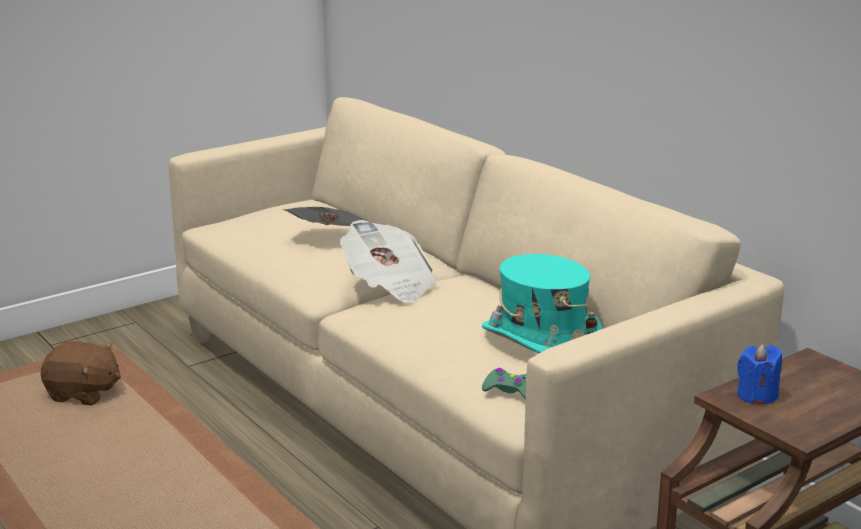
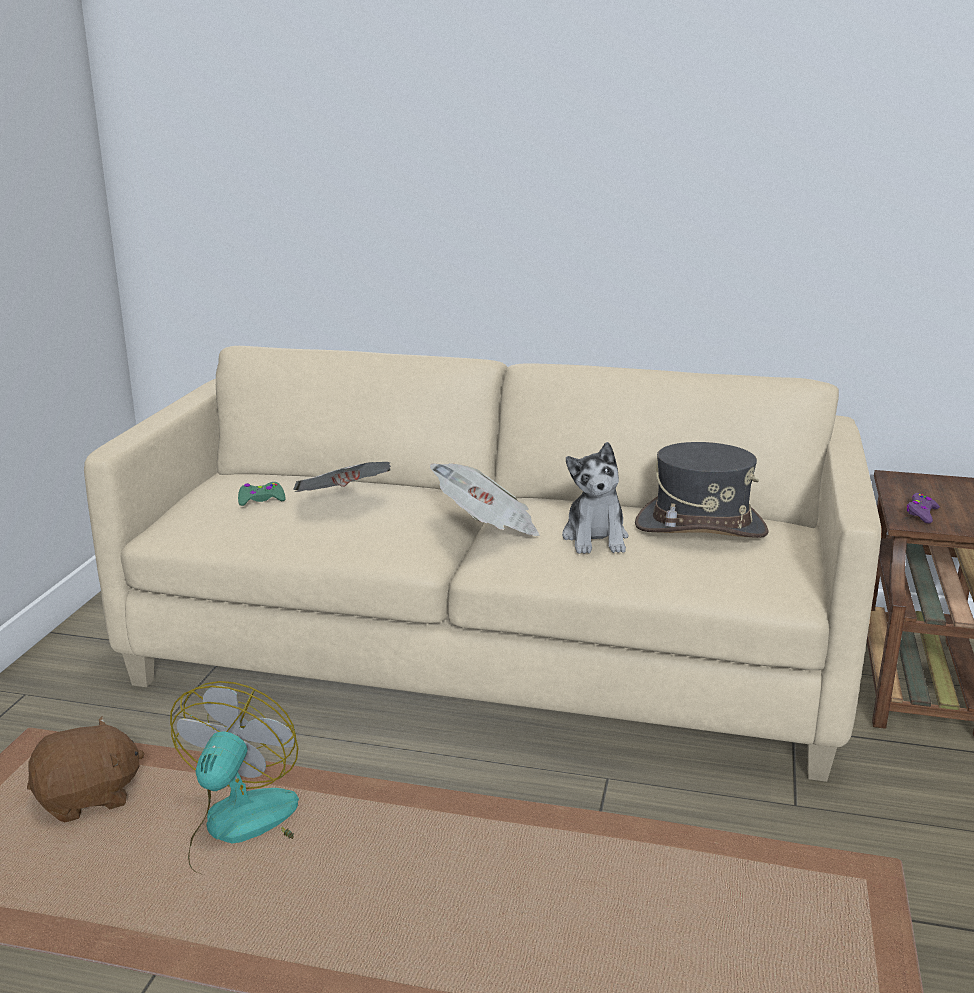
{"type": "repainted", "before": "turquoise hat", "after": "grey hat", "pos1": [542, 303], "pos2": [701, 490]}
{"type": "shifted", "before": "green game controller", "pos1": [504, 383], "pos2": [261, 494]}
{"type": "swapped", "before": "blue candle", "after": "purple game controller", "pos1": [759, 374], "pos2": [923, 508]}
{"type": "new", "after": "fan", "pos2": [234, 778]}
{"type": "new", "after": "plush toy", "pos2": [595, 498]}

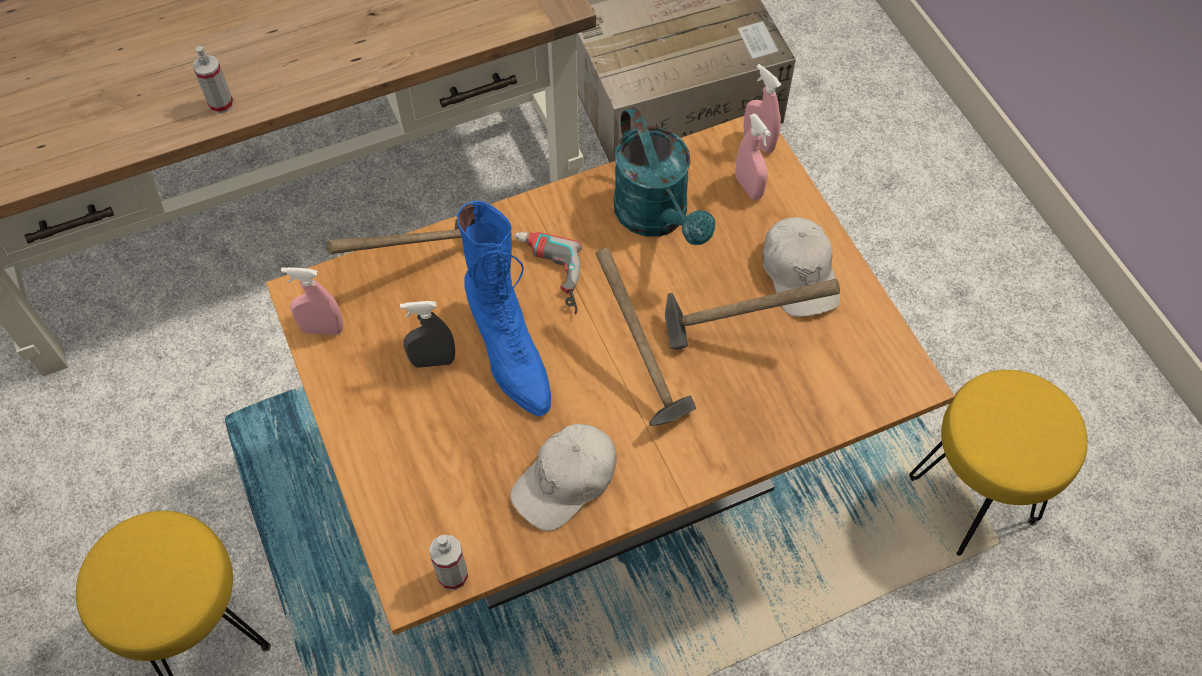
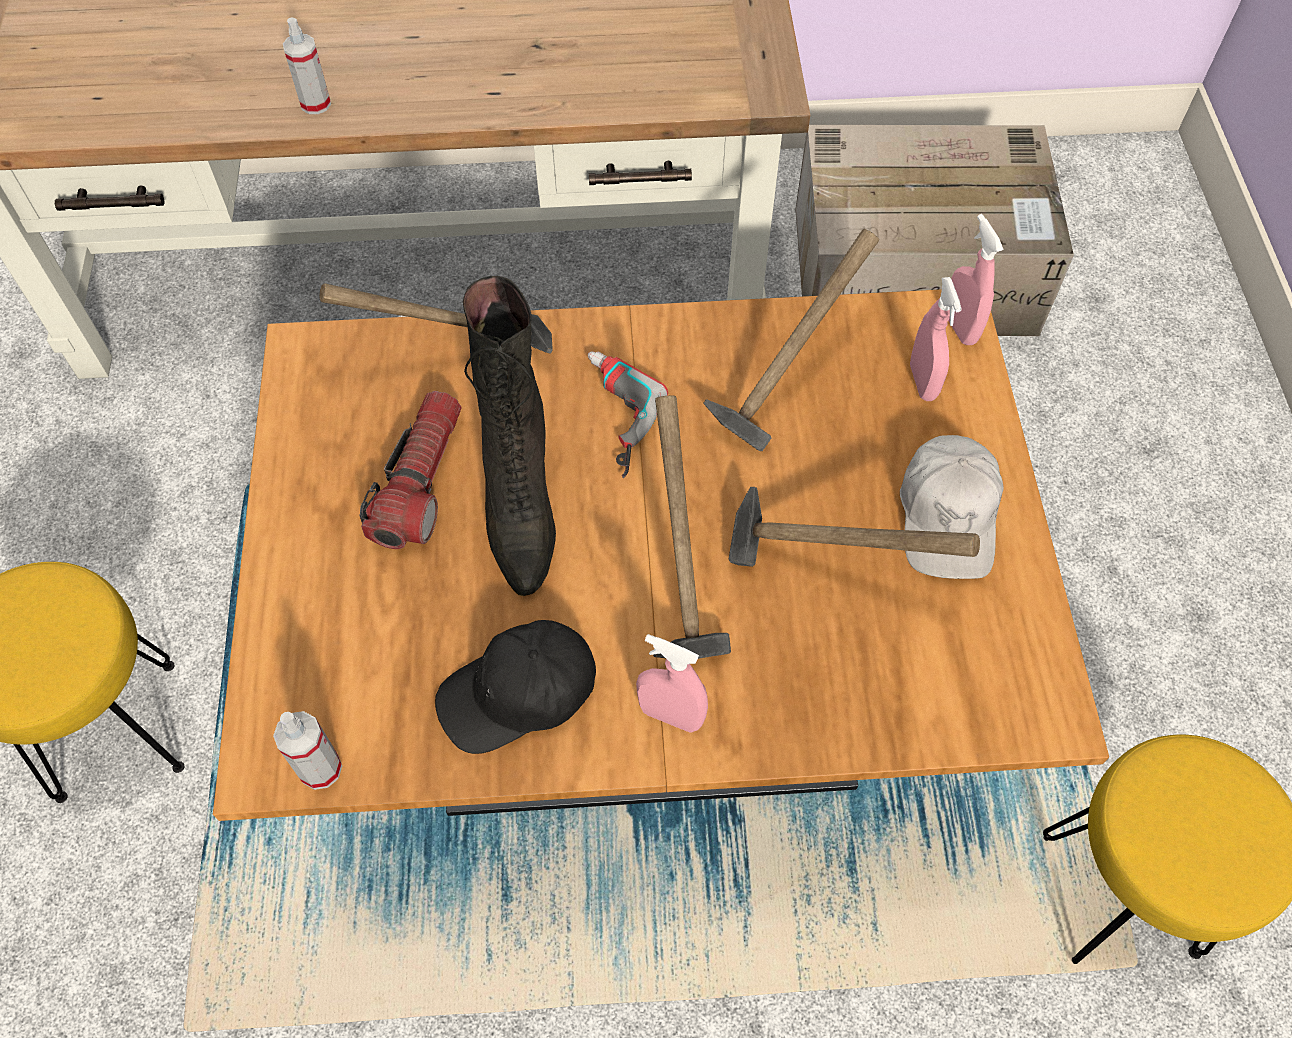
{"type": "shifted", "before": "pink spray bottle", "pos1": [312, 301], "pos2": [672, 683]}
{"type": "swapped", "before": "grey spray bottle", "after": "flashlight", "pos1": [427, 334], "pos2": [410, 470]}
{"type": "repainted", "before": "blue boot", "after": "black boot", "pos1": [504, 308], "pos2": [509, 436]}
{"type": "repainted", "before": "white cap", "after": "black cap", "pos1": [563, 477], "pos2": [515, 687]}
{"type": "swapped", "before": "turquoise watering can", "after": "hammer", "pos1": [664, 176], "pos2": [791, 340]}

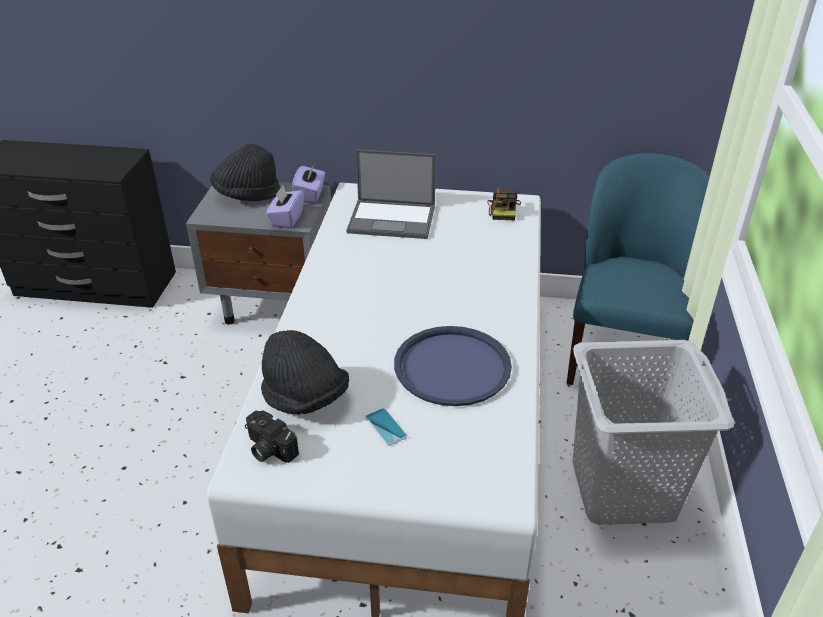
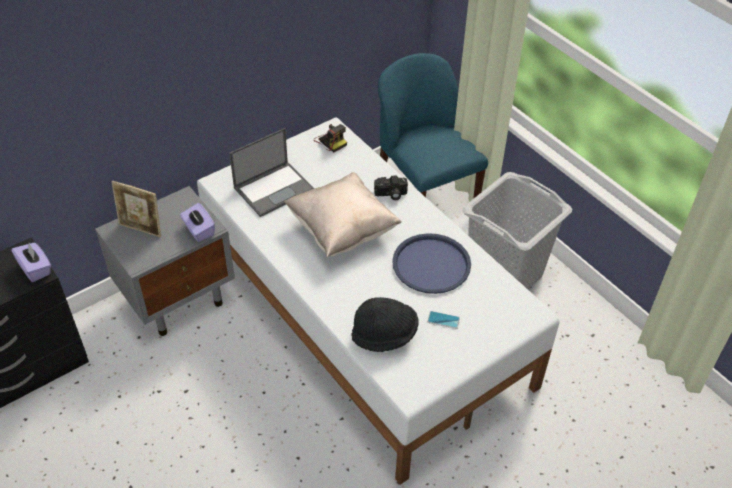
{"type": "swapped", "before": "black hat", "after": "picture frame", "pos1": [245, 172], "pos2": [136, 208]}
{"type": "shifted", "before": "photo camera", "pos1": [272, 436], "pos2": [391, 187]}
{"type": "shifted", "before": "purple tissue box", "pos1": [308, 183], "pos2": [31, 262]}
{"type": "new", "after": "beige pillow", "pos2": [343, 214]}

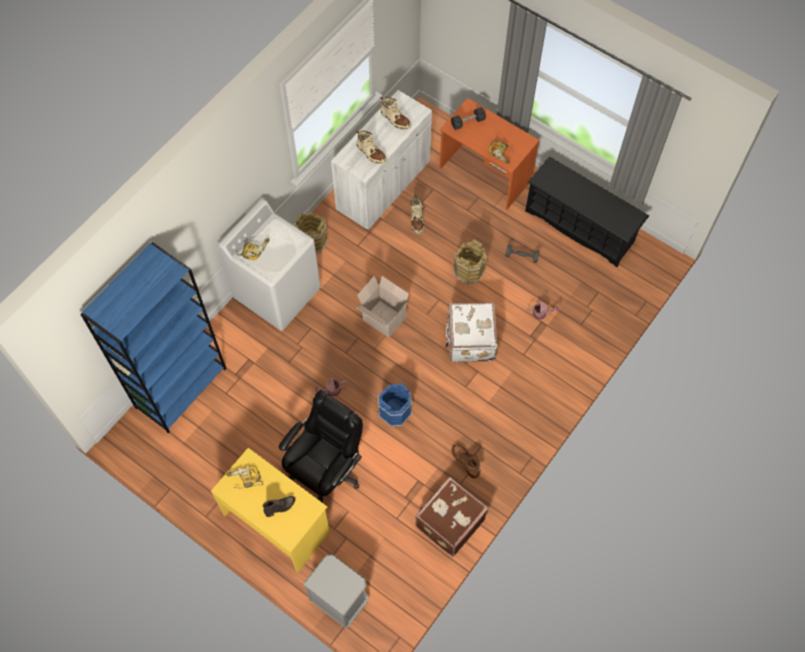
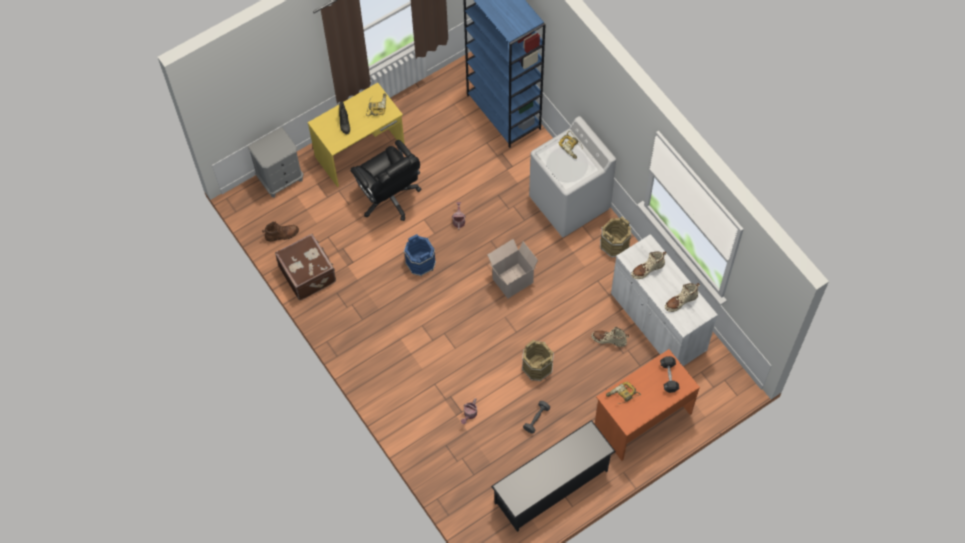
{"type": "gone", "before": "white suitcase", "pos1": [471, 332]}
{"type": "shifted", "before": "brown boot", "pos1": [466, 461], "pos2": [280, 231]}

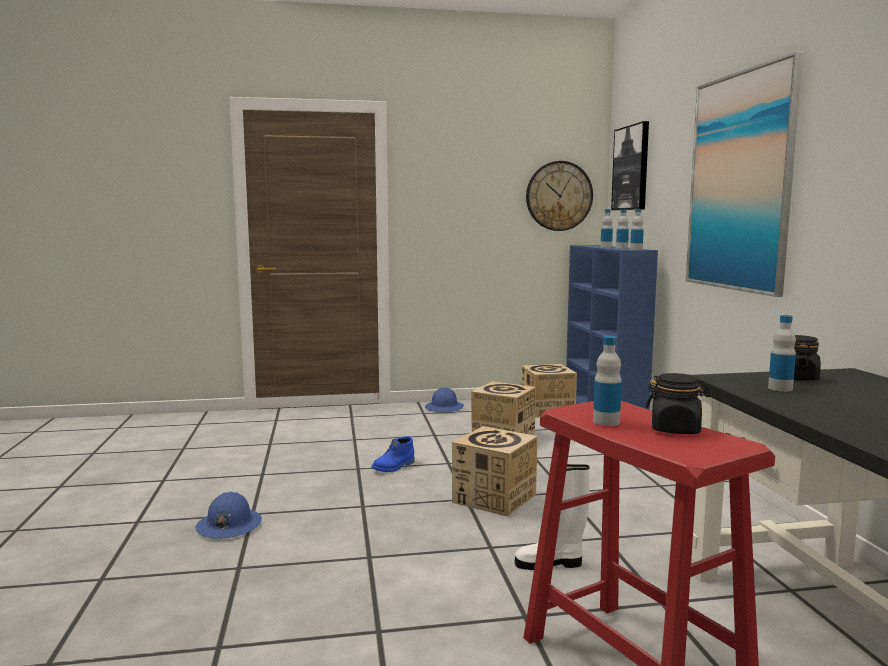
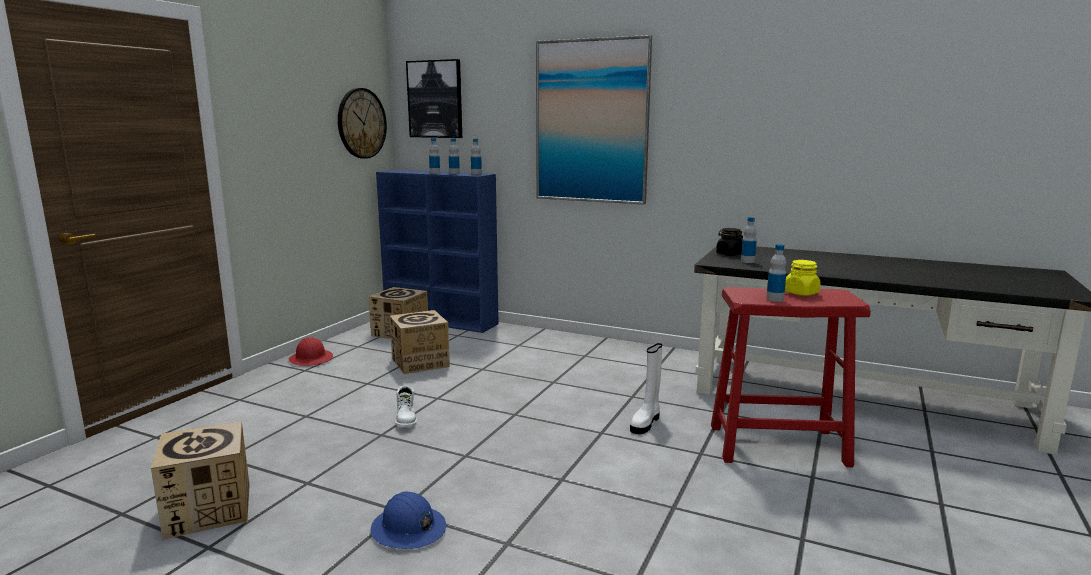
{"type": "repainted", "before": "blue boot", "after": "white boot", "pos1": [393, 454], "pos2": [406, 406]}
{"type": "repainted", "before": "blue hard hat", "after": "red hard hat", "pos1": [444, 399], "pos2": [311, 351]}
{"type": "shifted", "before": "cardboard box", "pos1": [495, 471], "pos2": [200, 480]}
{"type": "repainted", "before": "black jar", "after": "yellow jar", "pos1": [678, 403], "pos2": [802, 278]}

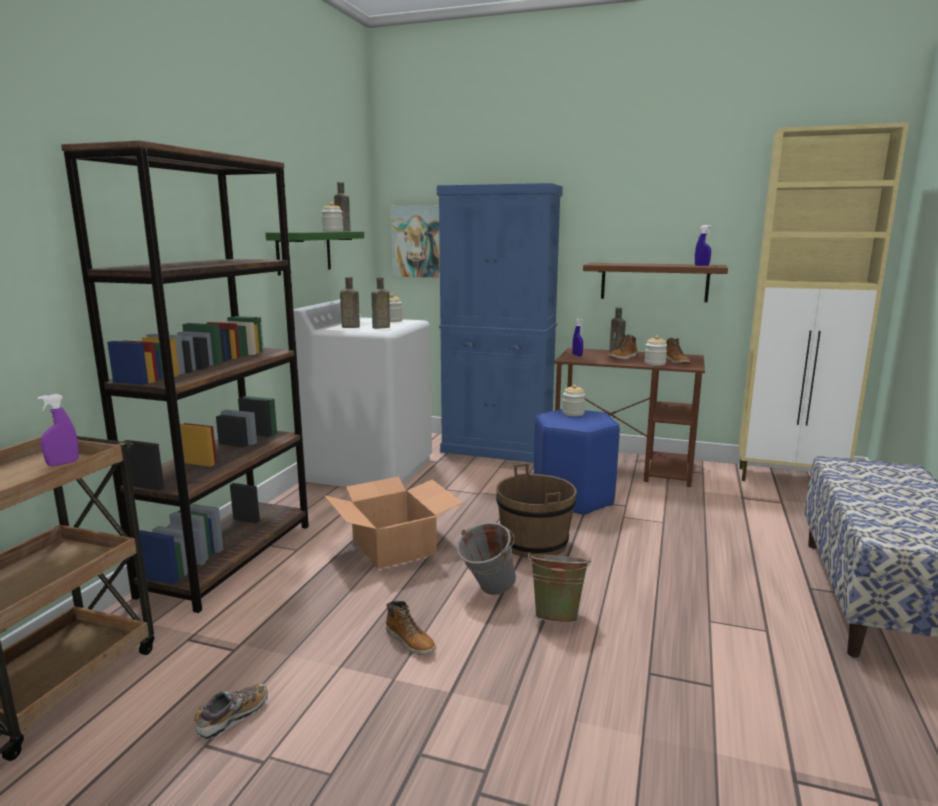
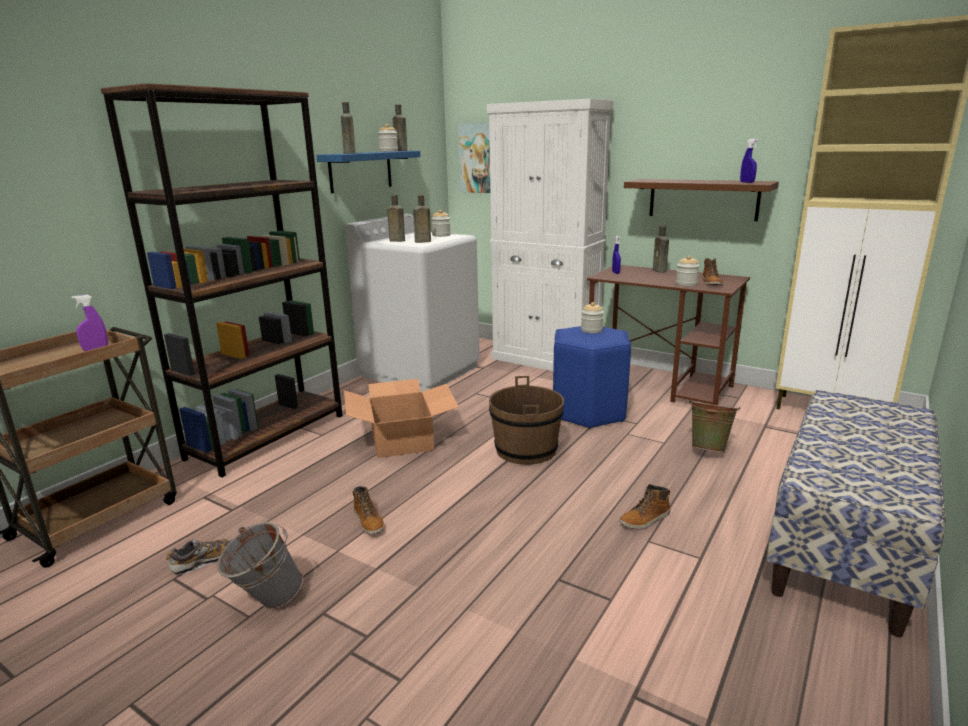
{"type": "repainted", "before": "green shelf", "after": "blue shelf", "pos1": [314, 253], "pos2": [368, 172]}
{"type": "repainted", "before": "blue cabinet", "after": "white cabinet", "pos1": [500, 323], "pos2": [550, 235]}
{"type": "shifted", "before": "grey bucket", "pos1": [486, 559], "pos2": [260, 565]}
{"type": "shifted", "before": "green bucket", "pos1": [559, 587], "pos2": [714, 425]}
{"type": "shifted", "before": "boot", "pos1": [622, 347], "pos2": [644, 507]}
{"type": "new", "after": "brown bottle", "pos2": [348, 128]}

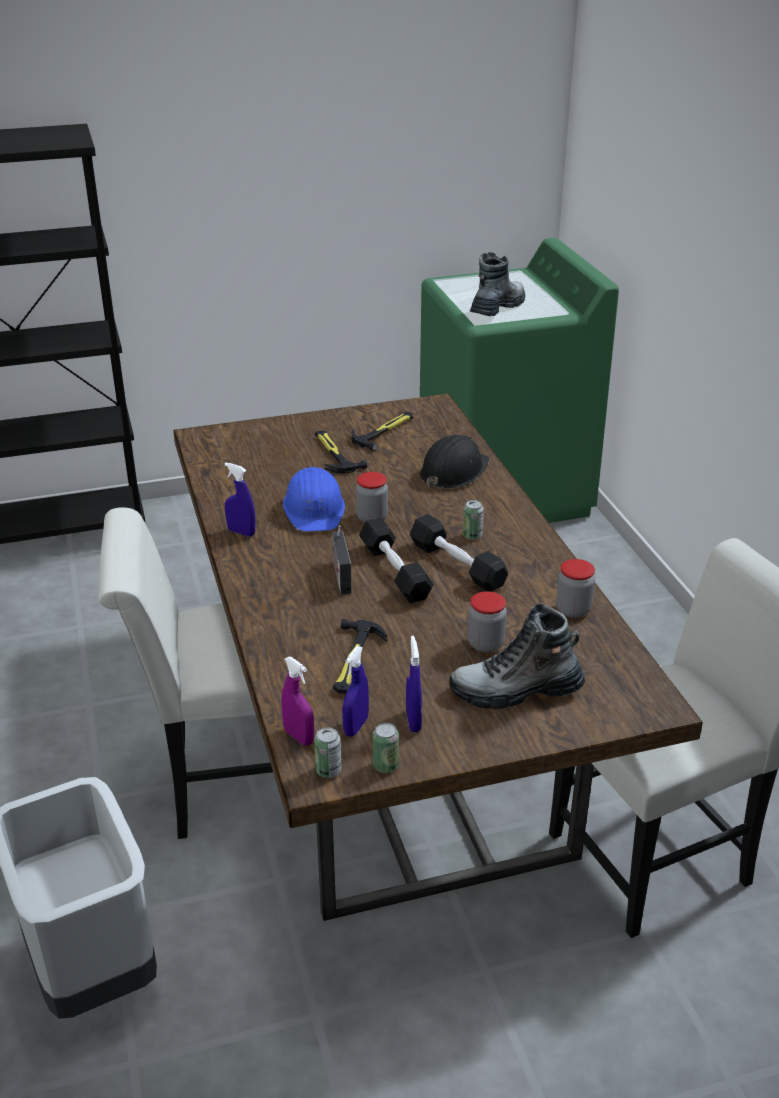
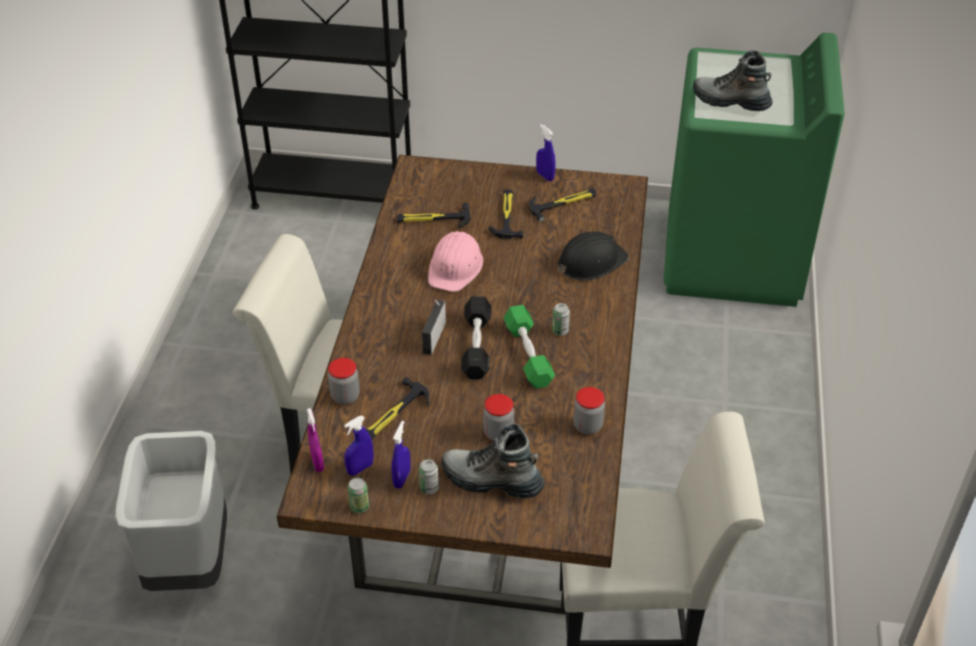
{"type": "shifted", "before": "blue spray bottle", "pos1": [240, 499], "pos2": [545, 152]}
{"type": "repainted", "before": "blue hard hat", "after": "pink hard hat", "pos1": [314, 499], "pos2": [455, 261]}
{"type": "shifted", "before": "can", "pos1": [327, 752], "pos2": [429, 477]}
{"type": "shifted", "before": "jar", "pos1": [372, 497], "pos2": [344, 381]}
{"type": "repainted", "before": "black dumbbell", "after": "green dumbbell", "pos1": [459, 553], "pos2": [529, 346]}
{"type": "rotated", "before": "boot", "pos1": [497, 284], "pos2": [733, 80], "turn": -120}
{"type": "new", "after": "hammer", "pos2": [433, 216]}

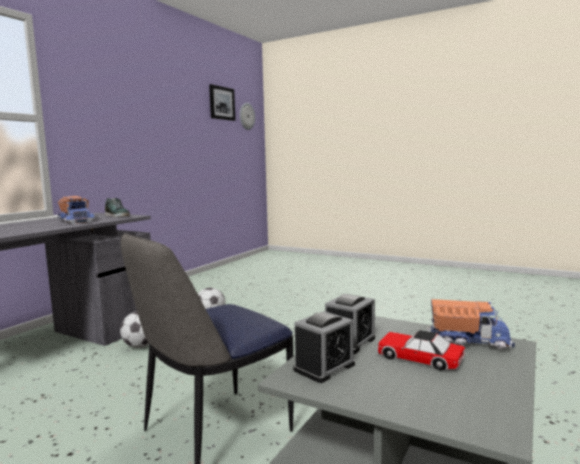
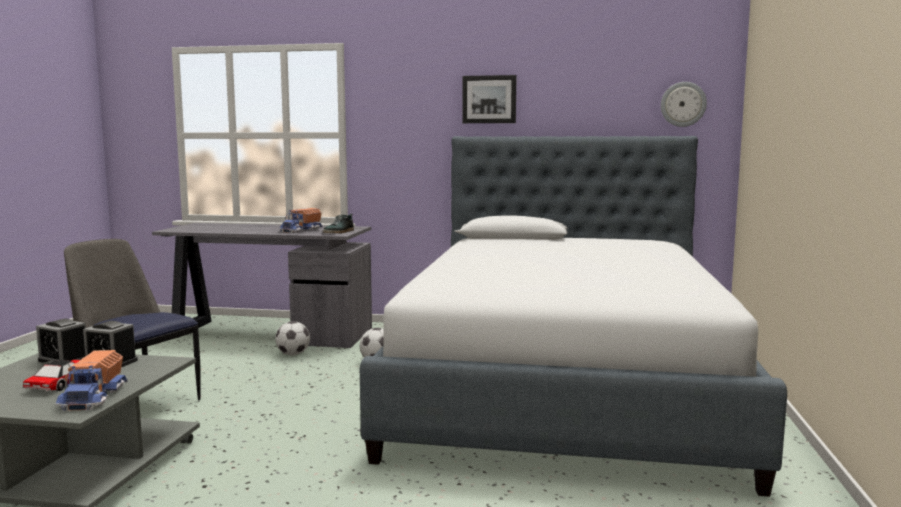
{"type": "shifted", "before": "picture", "pos1": [222, 102], "pos2": [489, 99]}
{"type": "new", "after": "bed", "pos2": [573, 316]}

